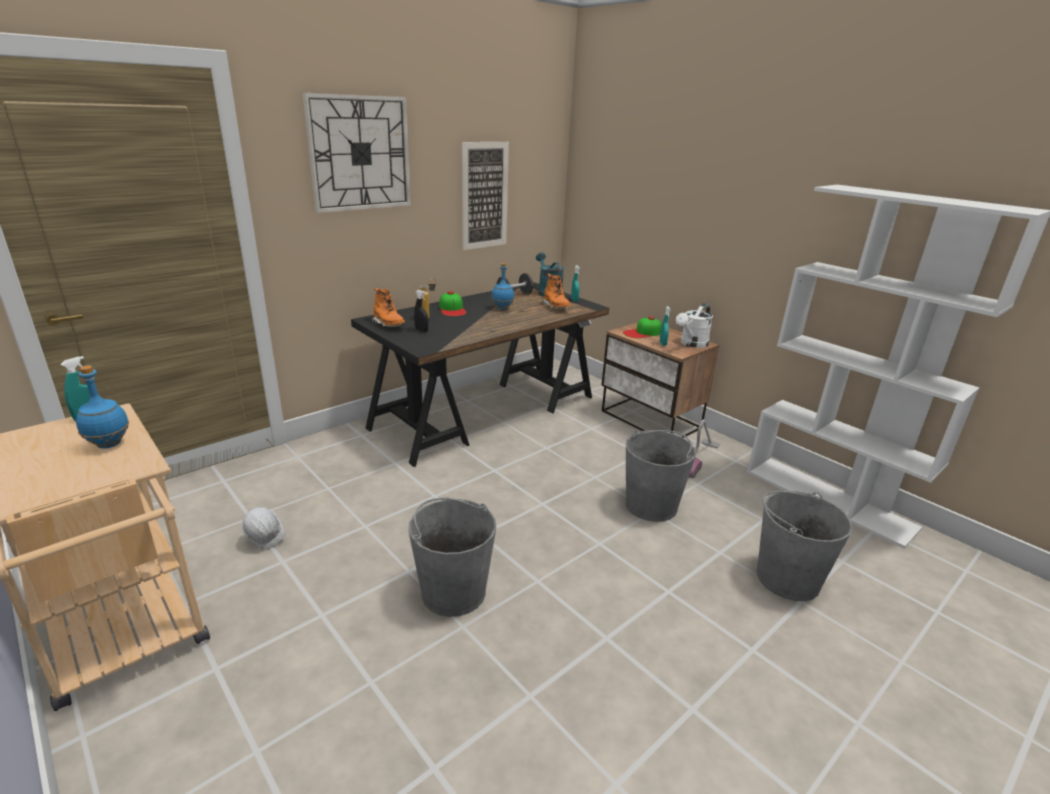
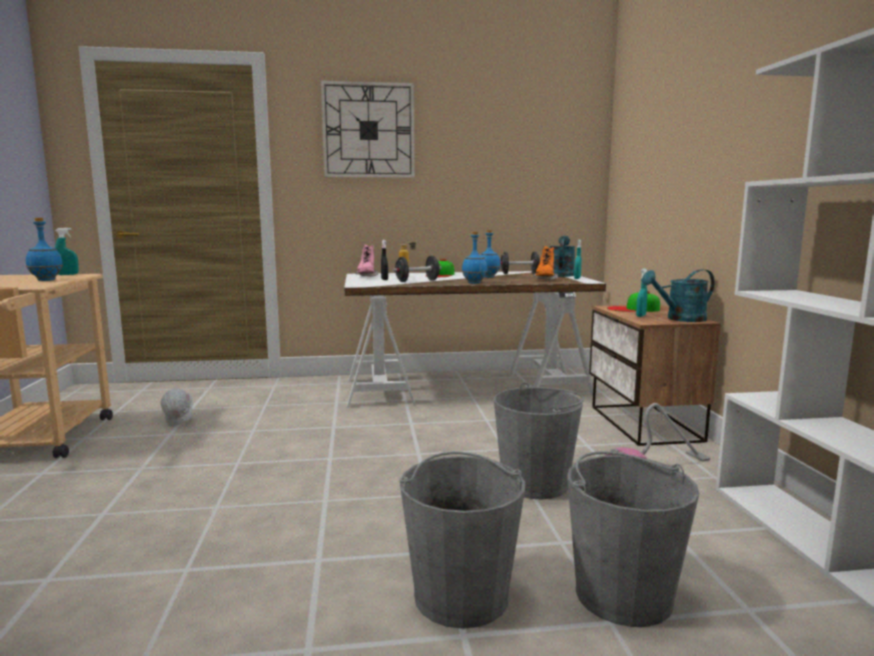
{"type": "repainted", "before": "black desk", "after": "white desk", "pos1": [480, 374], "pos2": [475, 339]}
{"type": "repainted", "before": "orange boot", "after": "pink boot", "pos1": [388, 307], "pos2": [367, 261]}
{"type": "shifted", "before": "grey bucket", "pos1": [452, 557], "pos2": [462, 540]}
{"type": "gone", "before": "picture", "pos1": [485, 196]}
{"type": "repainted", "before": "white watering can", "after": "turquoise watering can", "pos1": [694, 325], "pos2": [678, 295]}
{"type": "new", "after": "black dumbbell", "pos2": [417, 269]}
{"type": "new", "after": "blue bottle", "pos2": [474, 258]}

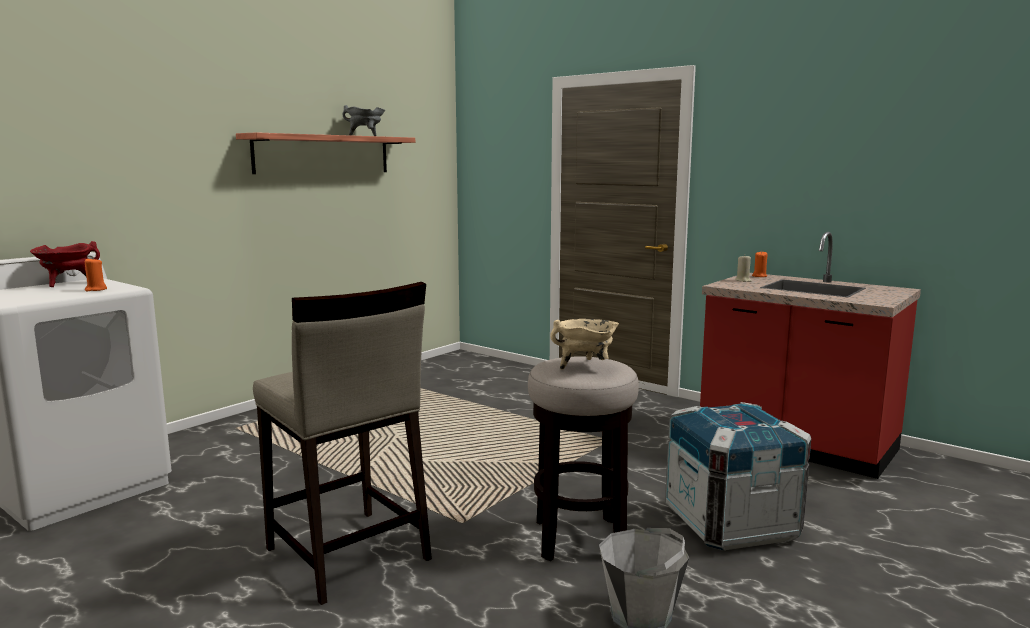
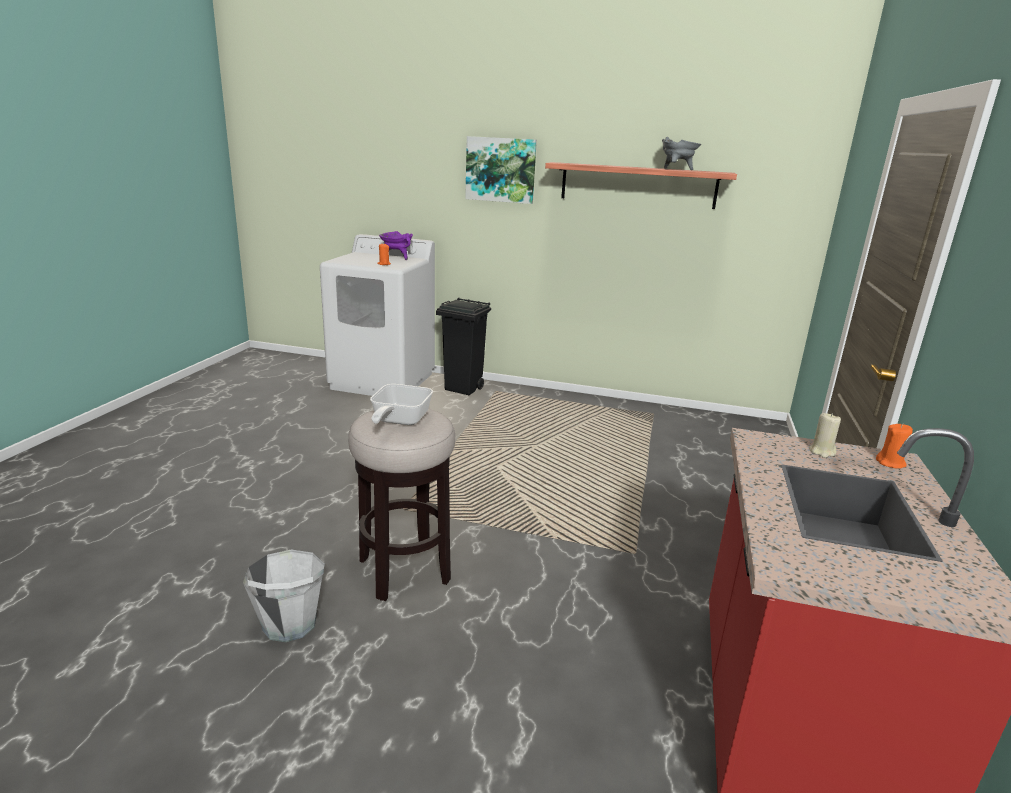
{"type": "repainted", "before": "red cooking pot", "after": "purple cooking pot", "pos1": [65, 264], "pos2": [396, 245]}
{"type": "gone", "before": "beige stool", "pos1": [342, 443]}
{"type": "swapped", "before": "beige cooking pot", "after": "frying pan", "pos1": [584, 344], "pos2": [401, 404]}
{"type": "gone", "before": "crate", "pos1": [738, 476]}
{"type": "new", "after": "black trash can", "pos2": [463, 346]}
{"type": "new", "after": "picture", "pos2": [501, 170]}

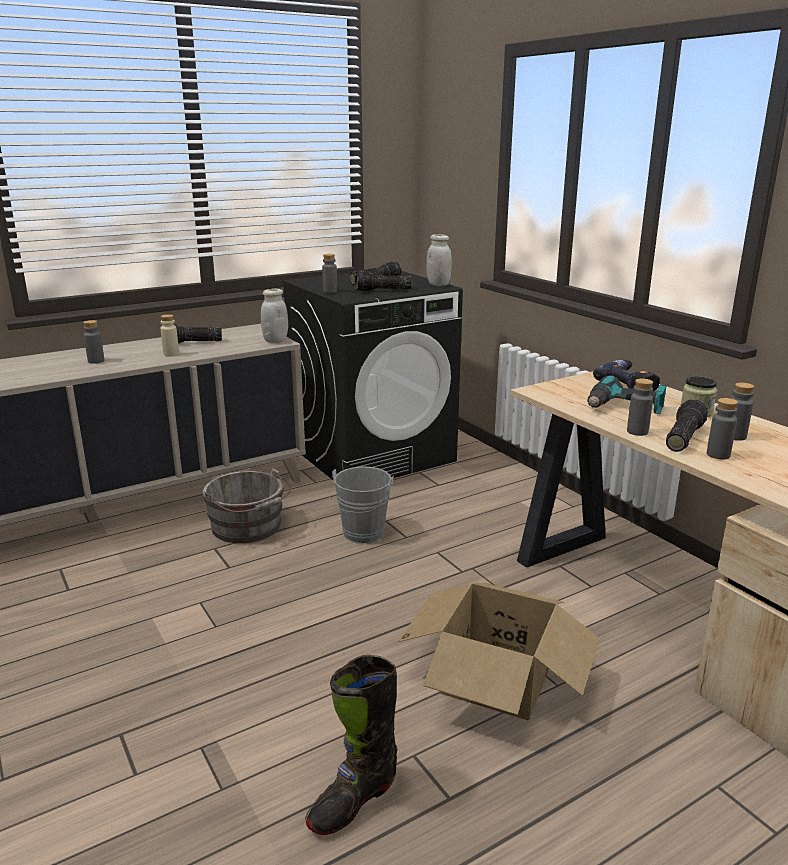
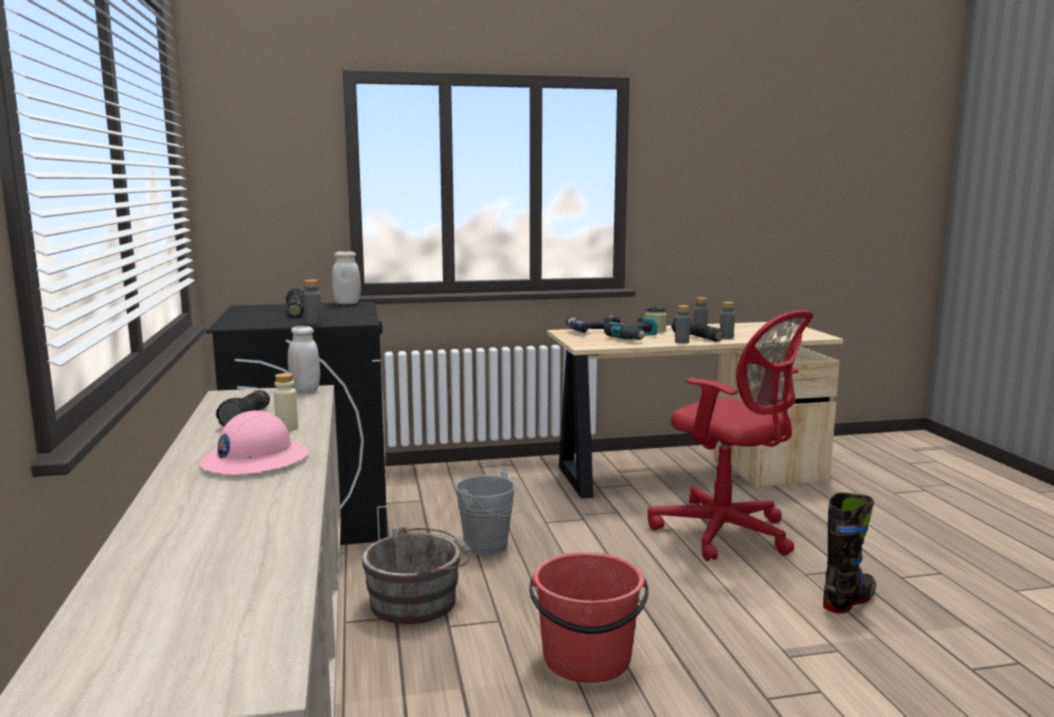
{"type": "swapped", "before": "grey bottle", "after": "pink hard hat", "pos1": [93, 342], "pos2": [254, 442]}
{"type": "rotated", "before": "black boot", "pos1": [351, 745], "pos2": [849, 553], "turn": -105}
{"type": "gone", "before": "flashlight", "pos1": [383, 281]}
{"type": "swapped", "before": "cardboard box", "after": "red office chair", "pos1": [499, 651], "pos2": [730, 435]}
{"type": "new", "after": "red bucket", "pos2": [589, 617]}

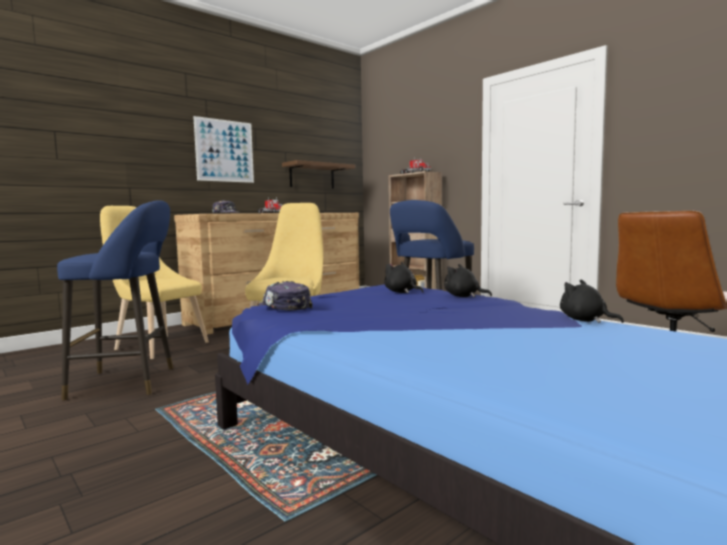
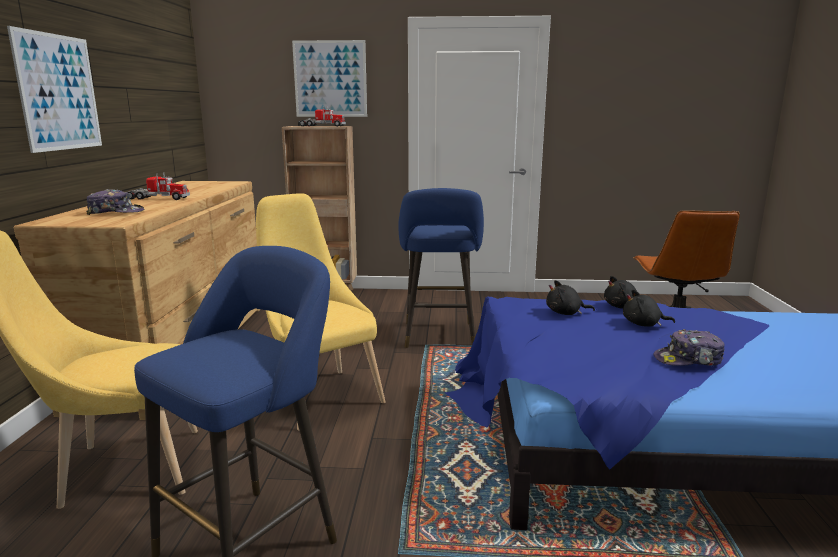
{"type": "shifted", "before": "cap", "pos1": [285, 296], "pos2": [689, 347]}
{"type": "gone", "before": "brown shelf", "pos1": [318, 174]}
{"type": "shifted", "before": "black plush toy", "pos1": [592, 301], "pos2": [649, 308]}
{"type": "new", "after": "picture", "pos2": [329, 78]}

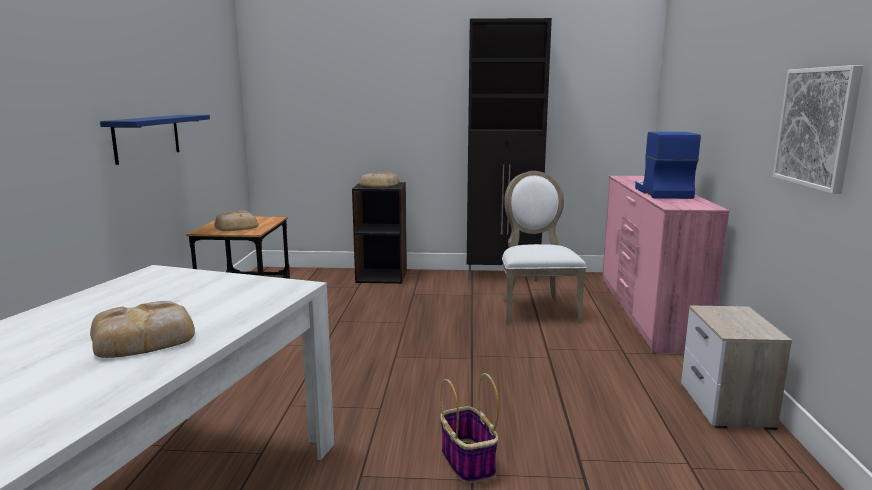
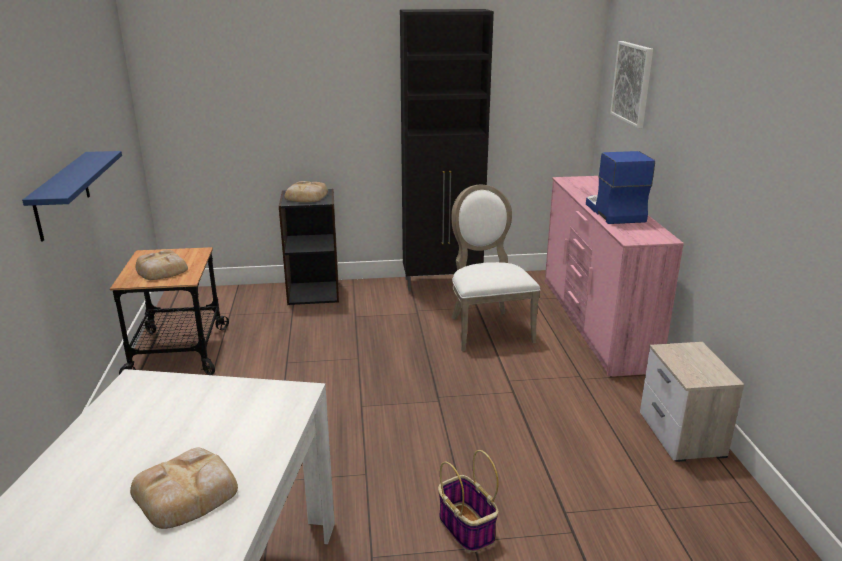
{"type": "shifted", "before": "picture", "pos1": [818, 129], "pos2": [631, 85]}

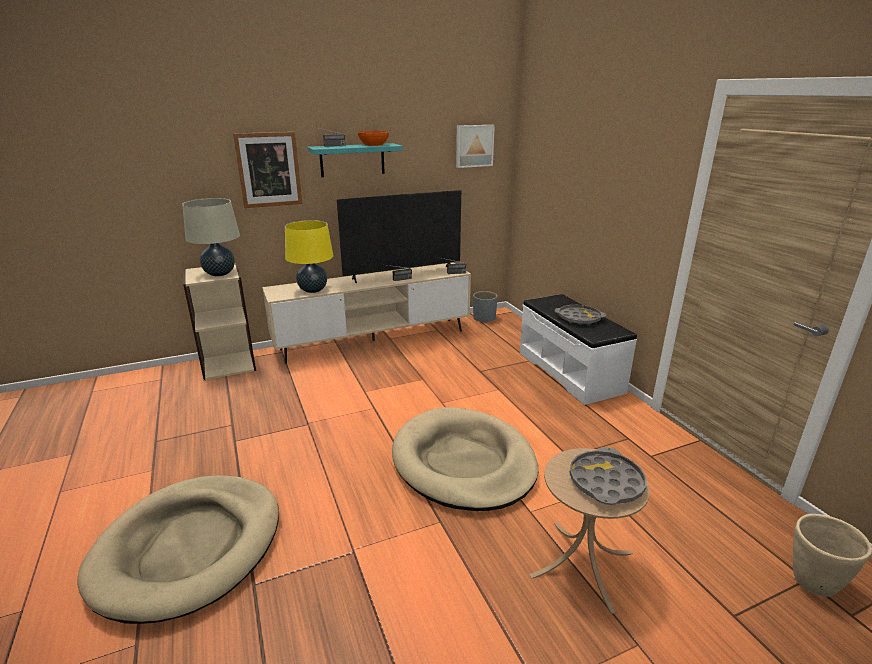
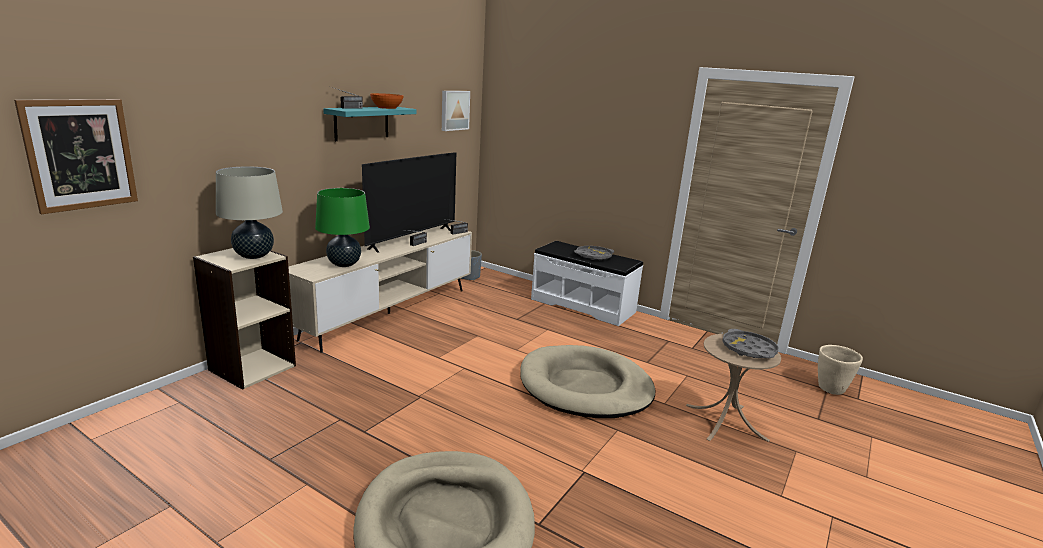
{"type": "shifted", "before": "picture", "pos1": [267, 170], "pos2": [76, 156]}
{"type": "repainted", "before": "yellow table lamp", "after": "green table lamp", "pos1": [309, 256], "pos2": [342, 227]}

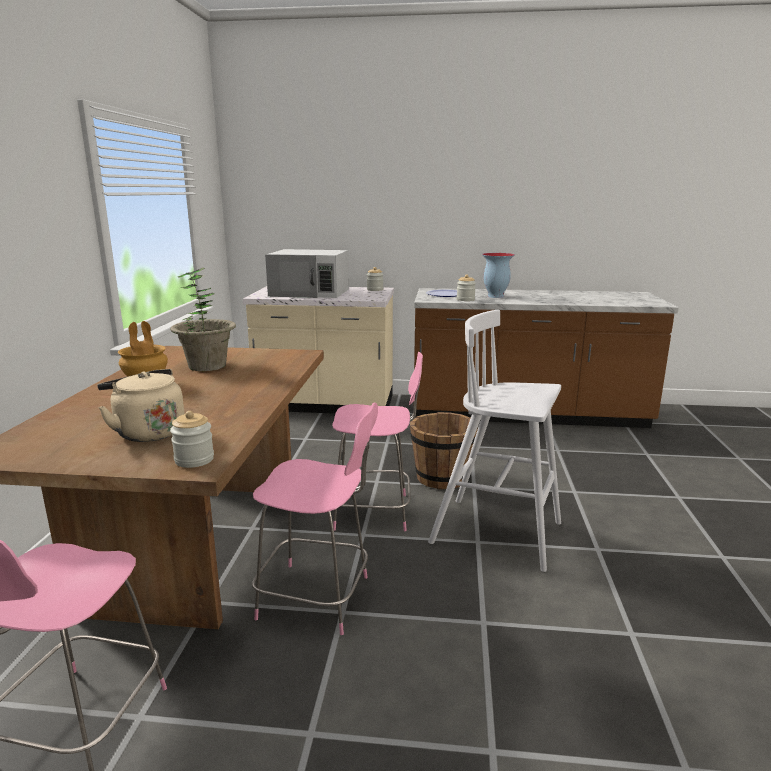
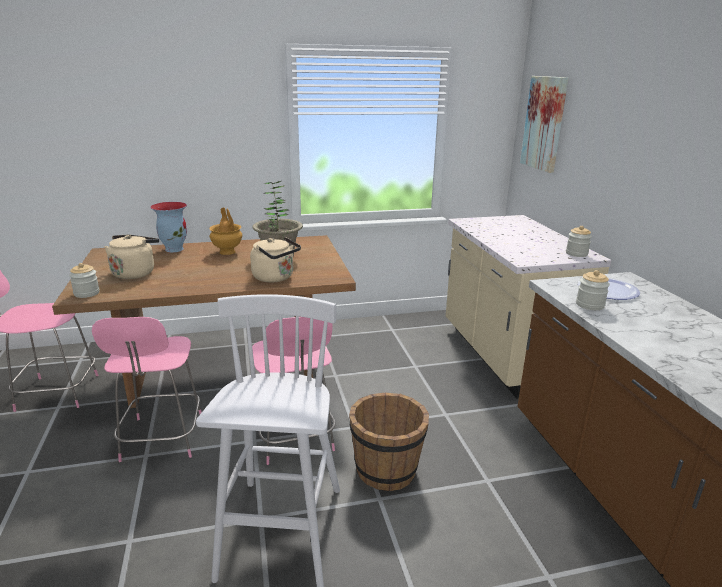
{"type": "gone", "before": "white microwave", "pos1": [307, 273]}
{"type": "shifted", "before": "vase", "pos1": [498, 275], "pos2": [168, 227]}
{"type": "new", "after": "beige kettle", "pos2": [275, 259]}
{"type": "new", "after": "picture", "pos2": [544, 124]}

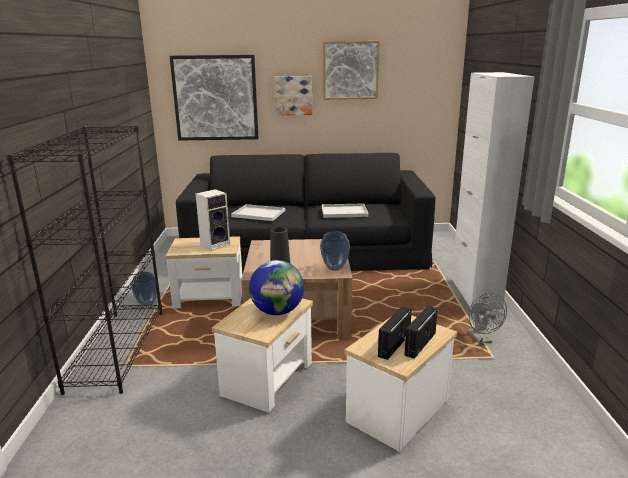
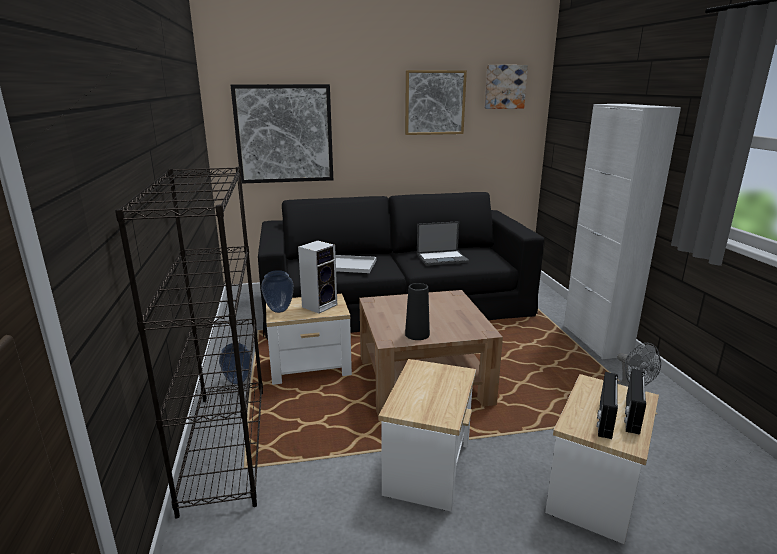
{"type": "gone", "before": "globe", "pos1": [276, 287]}
{"type": "shifted", "before": "picture", "pos1": [293, 95], "pos2": [506, 87]}
{"type": "shifted", "before": "vase", "pos1": [335, 251], "pos2": [277, 291]}
{"type": "swapped", "before": "white tray", "after": "laptop", "pos1": [345, 210], "pos2": [443, 243]}

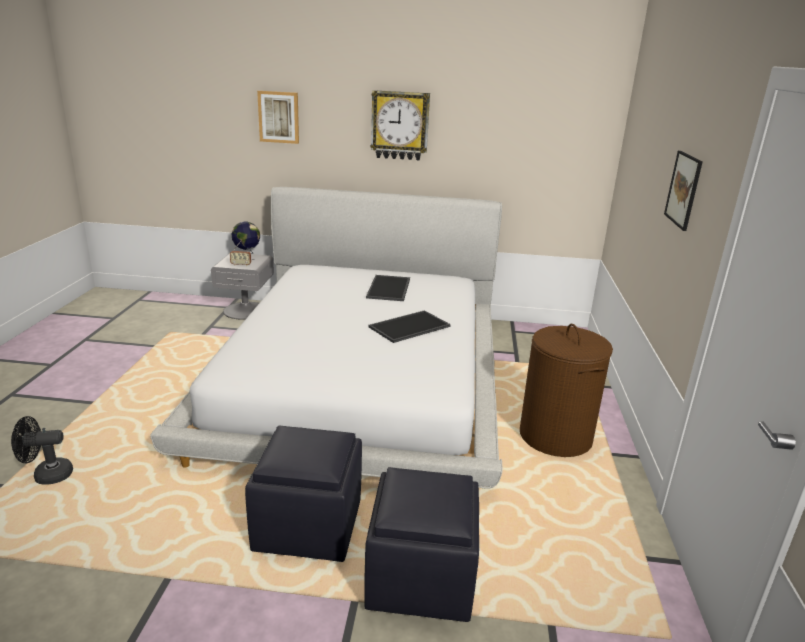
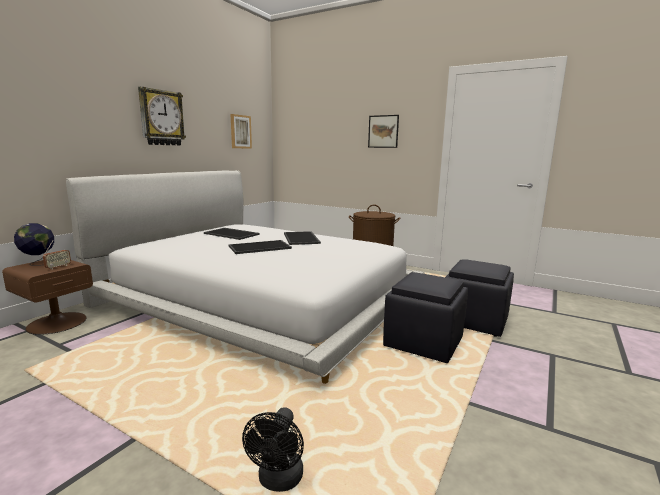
{"type": "repainted", "before": "grey nightstand", "after": "brown nightstand", "pos1": [242, 286], "pos2": [47, 297]}
{"type": "shifted", "before": "picture", "pos1": [278, 117], "pos2": [241, 131]}
{"type": "new", "after": "tray", "pos2": [260, 247]}

